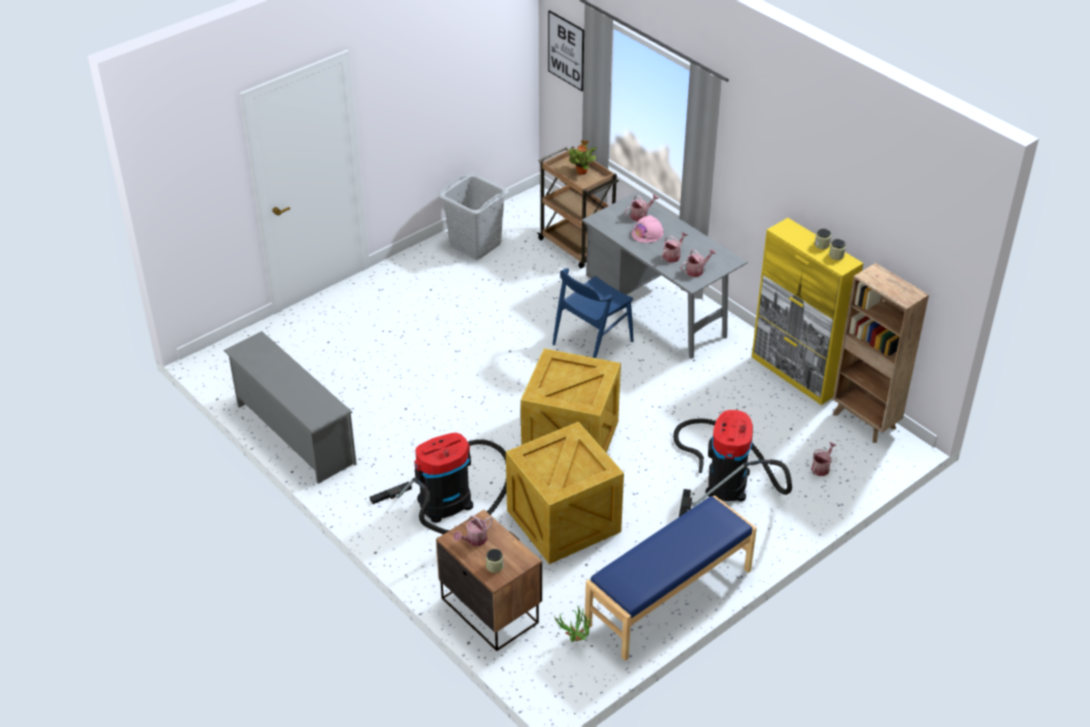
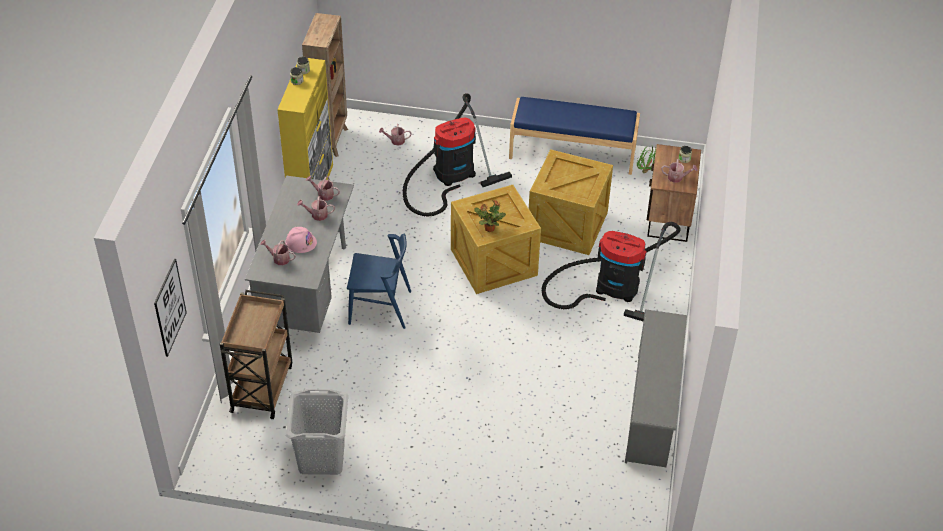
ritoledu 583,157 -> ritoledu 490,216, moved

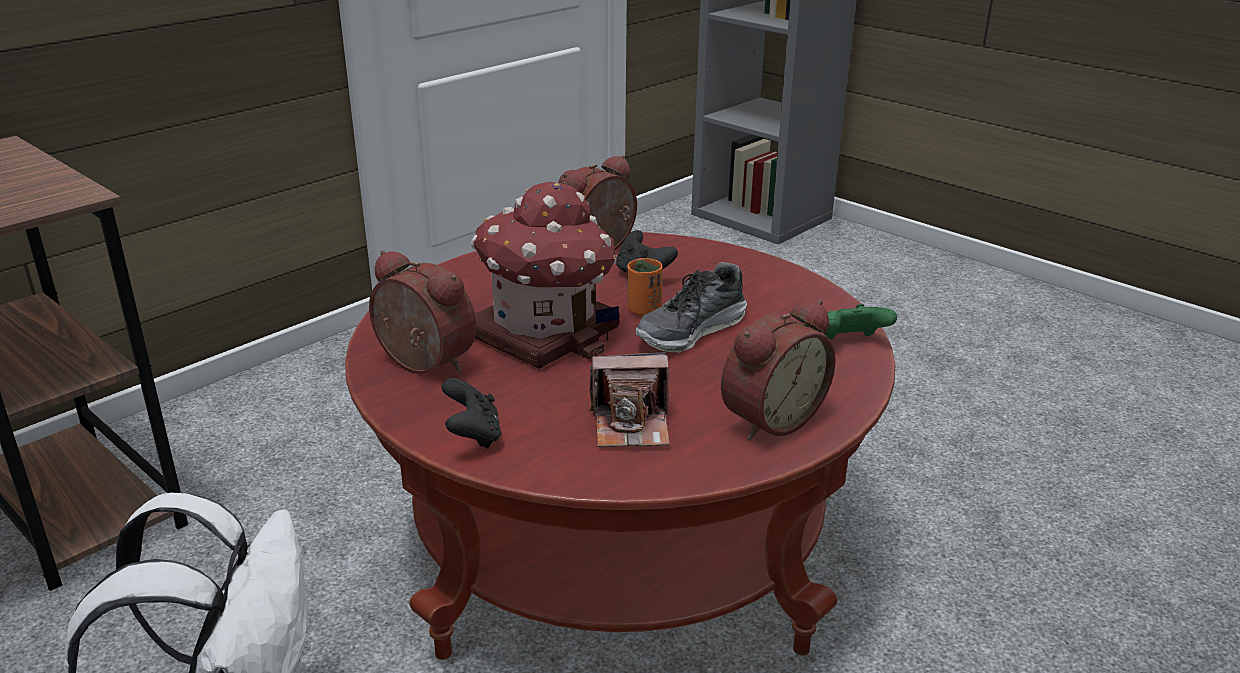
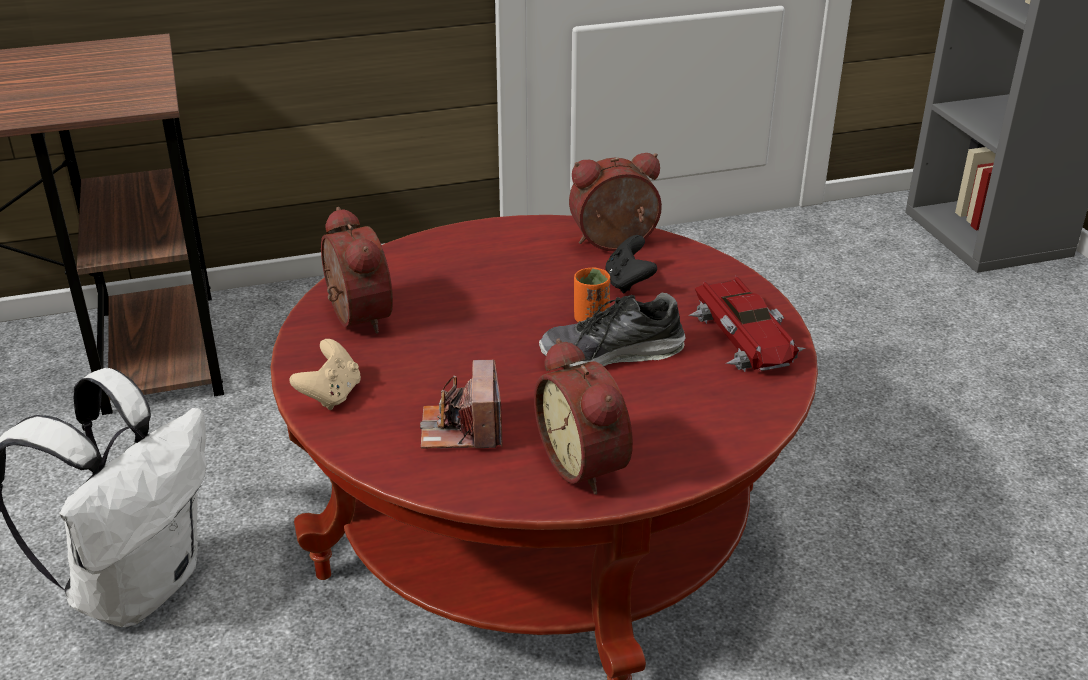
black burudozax 472,413 -> beige burudozax 325,374
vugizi 545,275 -> none
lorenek 629,399 -> lorenek 461,404, 60 degrees clockwise
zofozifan 778,370 -> zofozifan 583,417, 75 degrees clockwise
green burudozax 860,321 -> none
none -> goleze 746,324

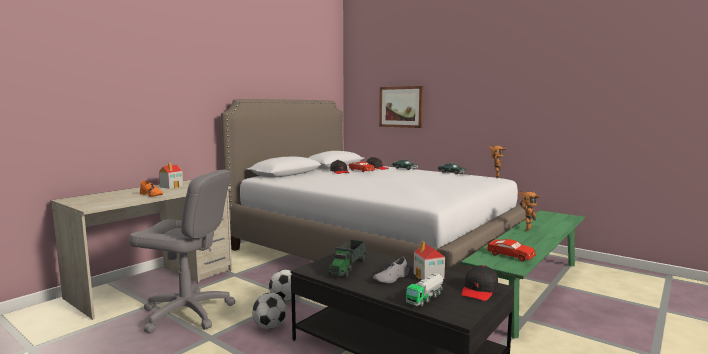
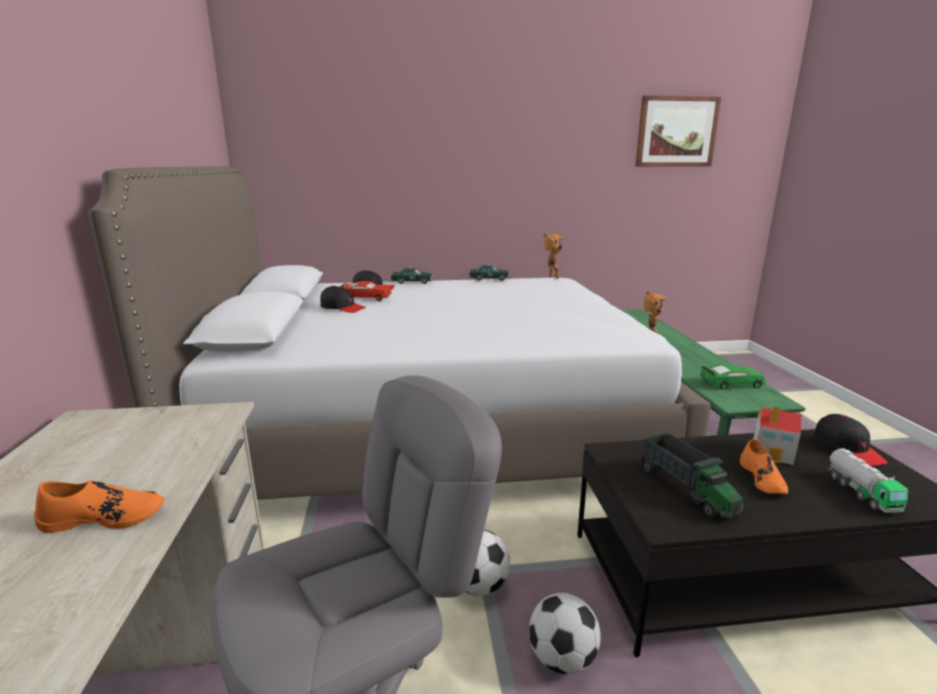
vugizi 171,176 -> none
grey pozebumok 391,270 -> orange pozebumok 764,466
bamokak 401,107 -> bamokak 678,131, moved
red goleze 511,250 -> green goleze 733,376

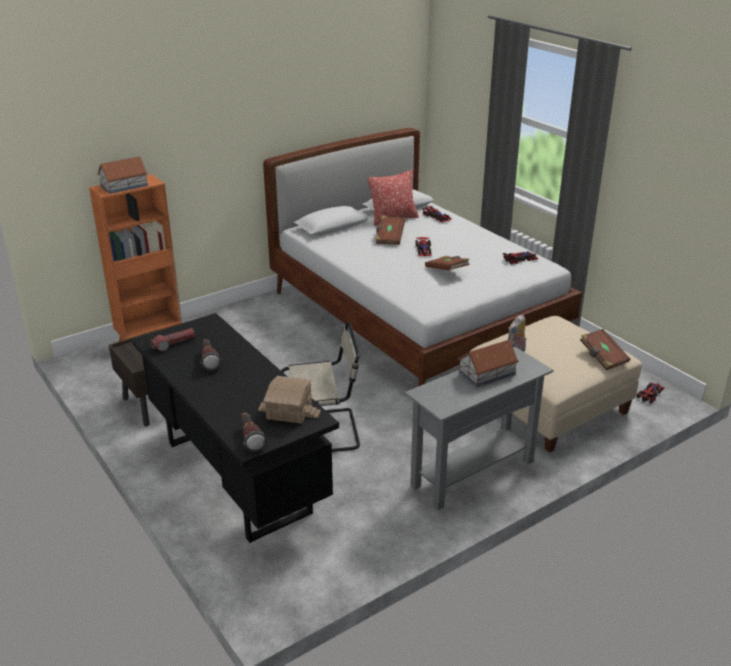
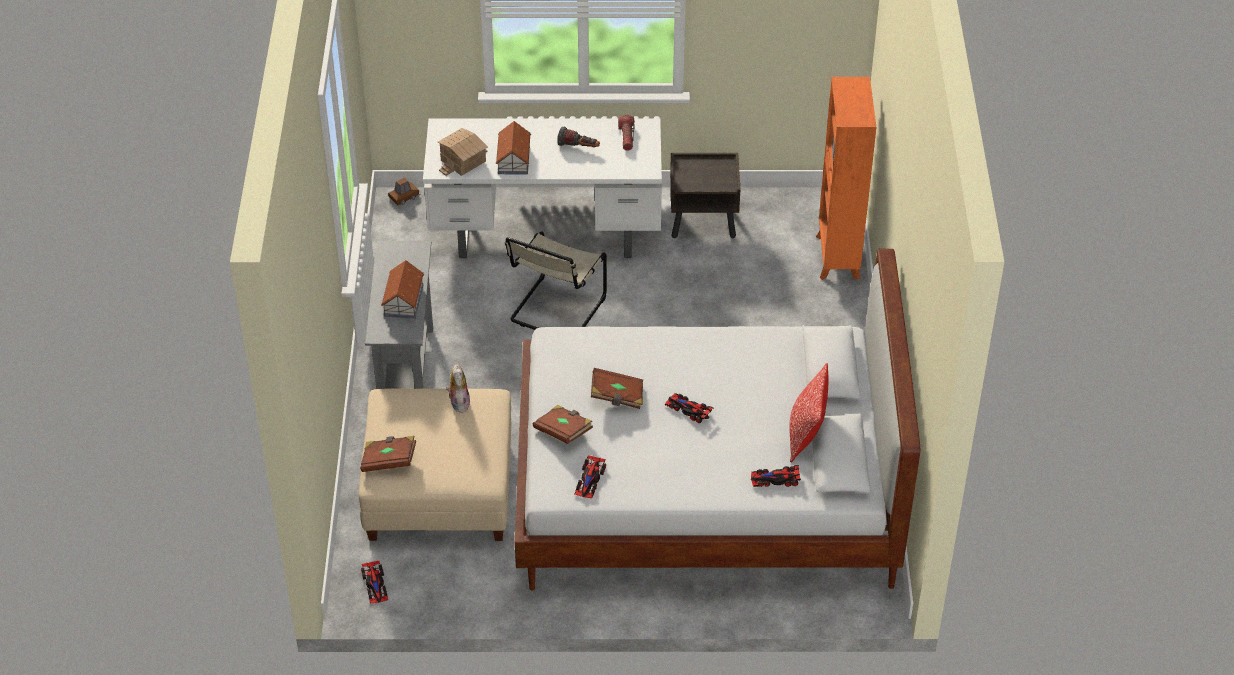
vugizi 122,175 -> vugizi 513,148, moved
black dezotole 235,428 -> white dezotole 542,188
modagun 254,432 -> none
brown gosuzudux 390,230 -> brown gosuzudux 563,424, moved
none -> brown goleze 404,191

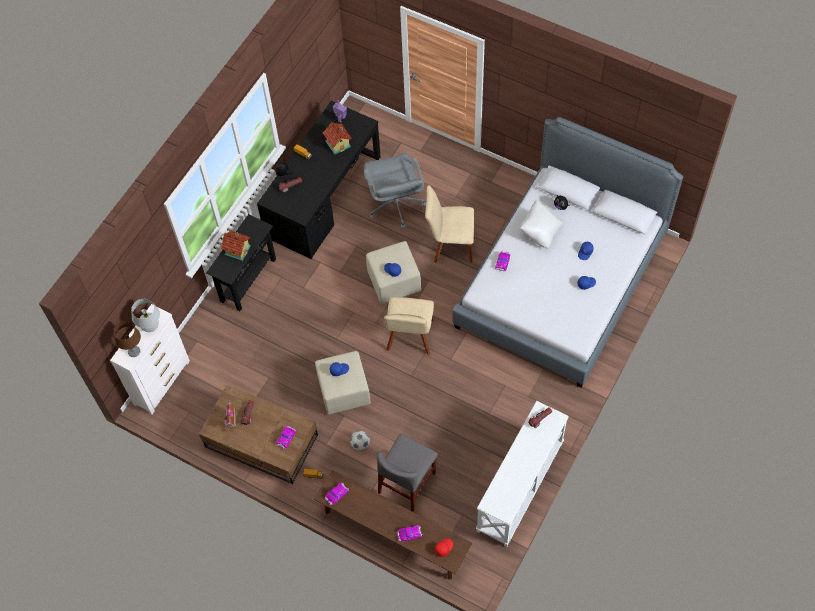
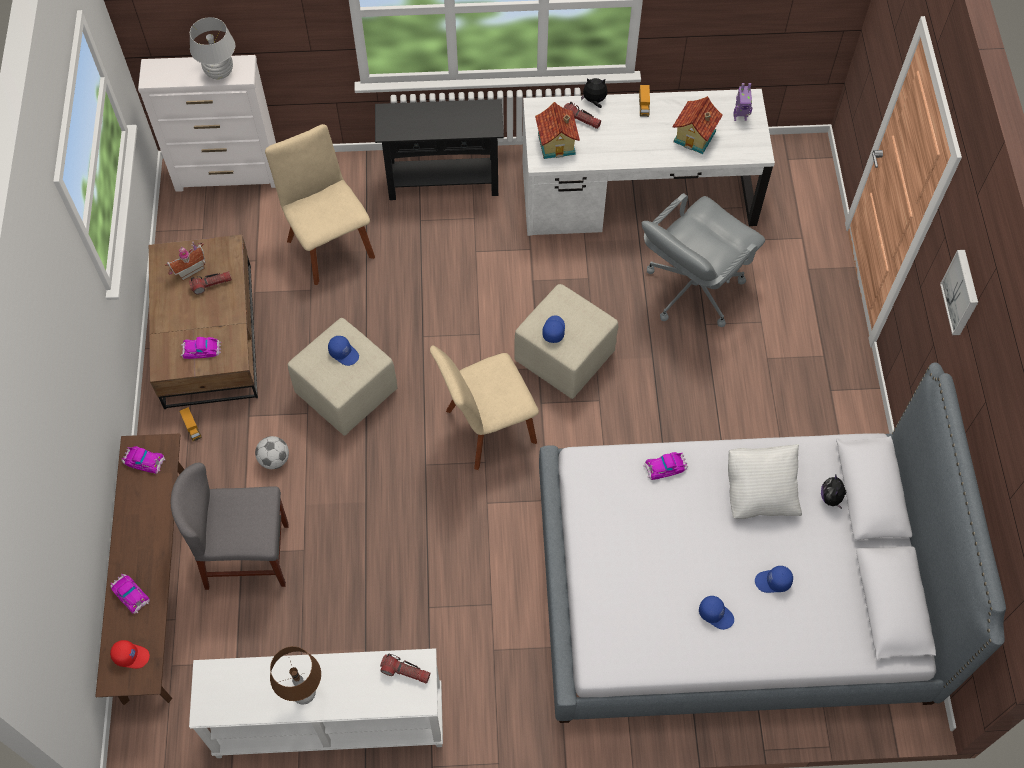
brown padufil 127,339 -> brown padufil 295,675, moved
vugizi 235,245 -> vugizi 557,130, moved
black dezotole 319,180 -> white dezotole 649,162
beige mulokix 449,224 -> beige mulokix 320,204, moved
none -> bamokak 959,292

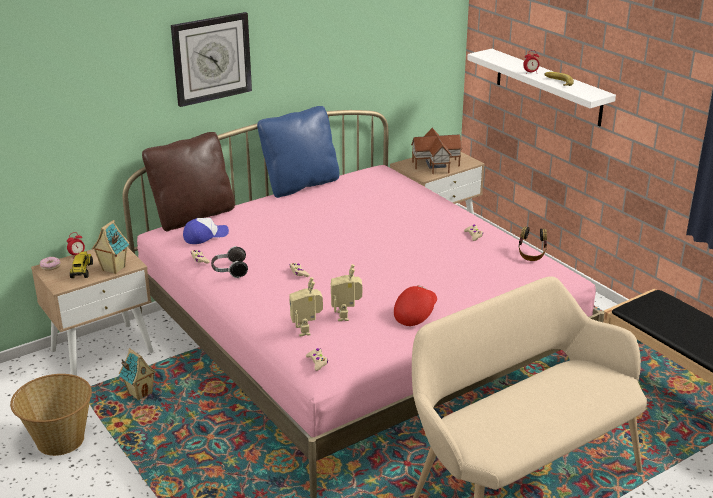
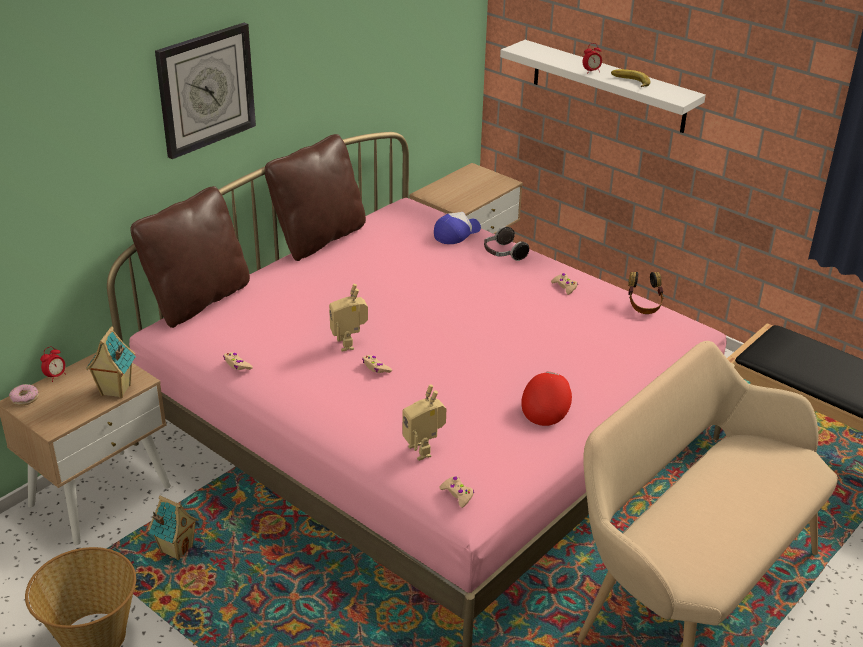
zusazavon 81,264 -> none
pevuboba 206,231 -> pevuboba 457,228, moved
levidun 229,262 -> levidun 506,243, moved
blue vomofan 298,152 -> brown vomofan 315,197
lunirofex 347,292 -> lunirofex 348,317, moved
vugizi 436,151 -> none

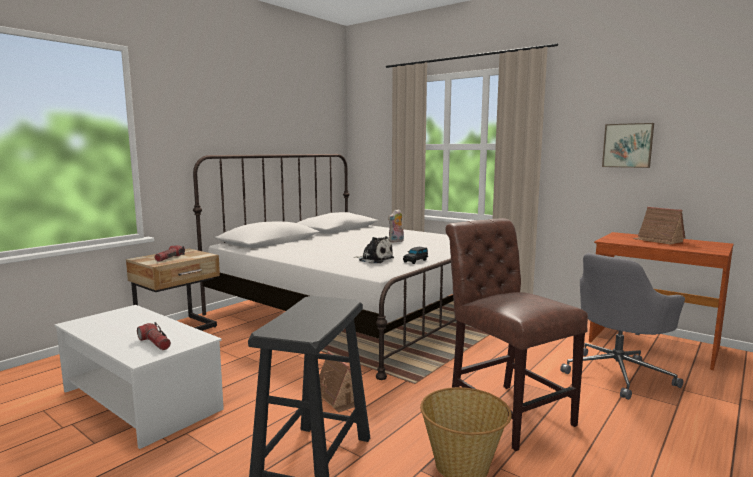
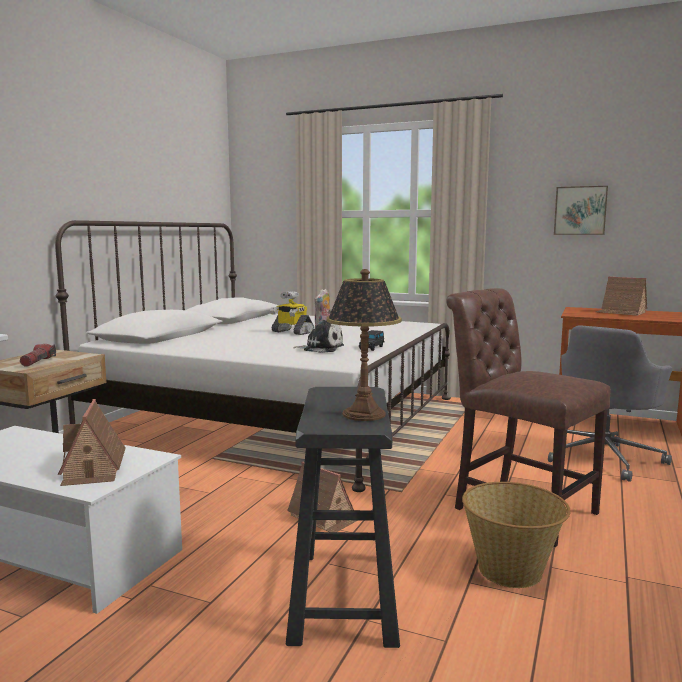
modagun 154,336 -> vugizi 92,442
none -> lunirofex 292,313
none -> padufil 364,345

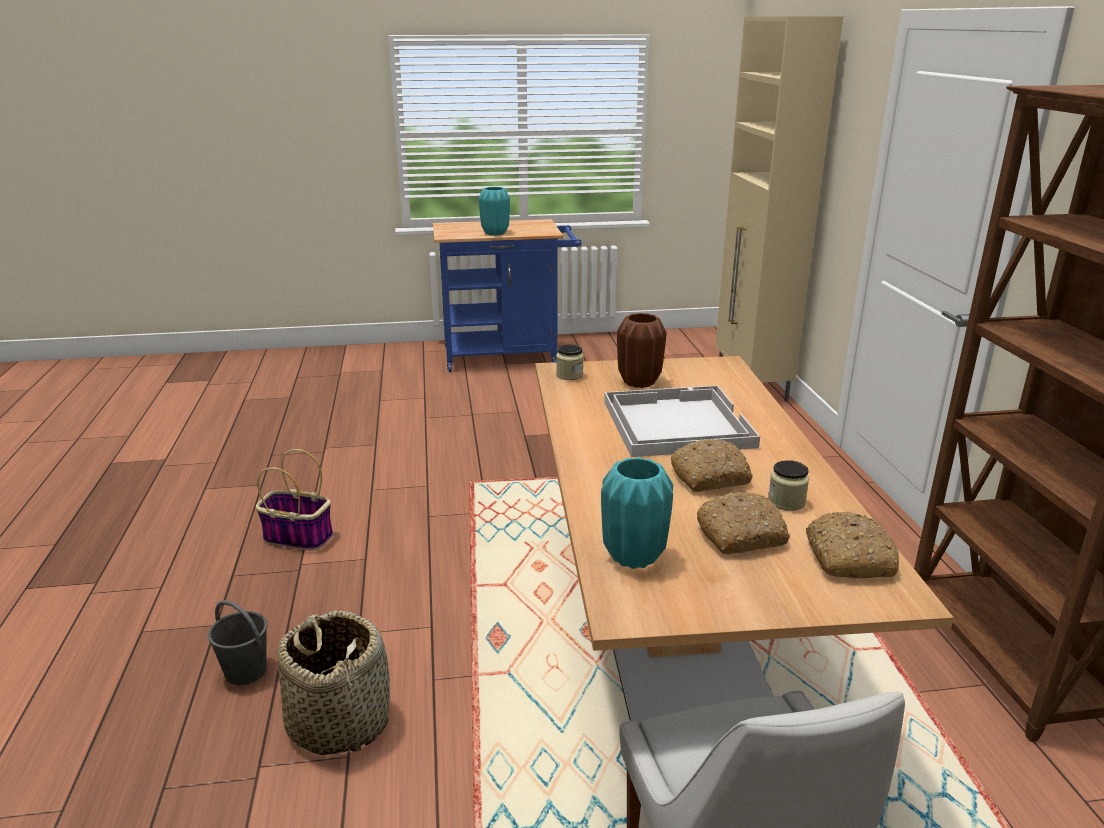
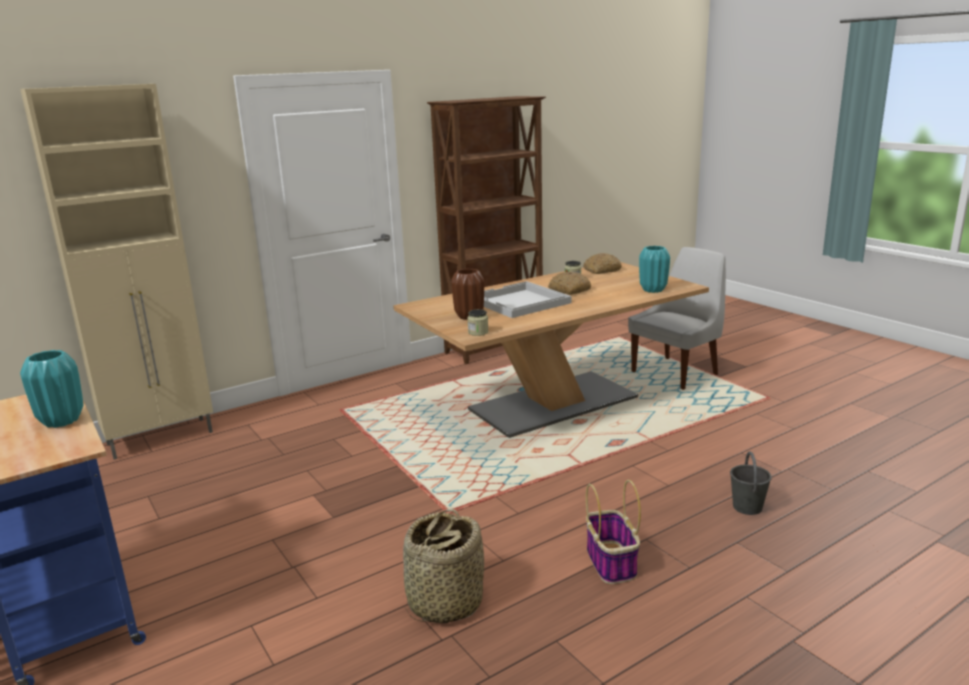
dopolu 333,682 -> dopolu 443,566, moved
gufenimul 743,523 -> none

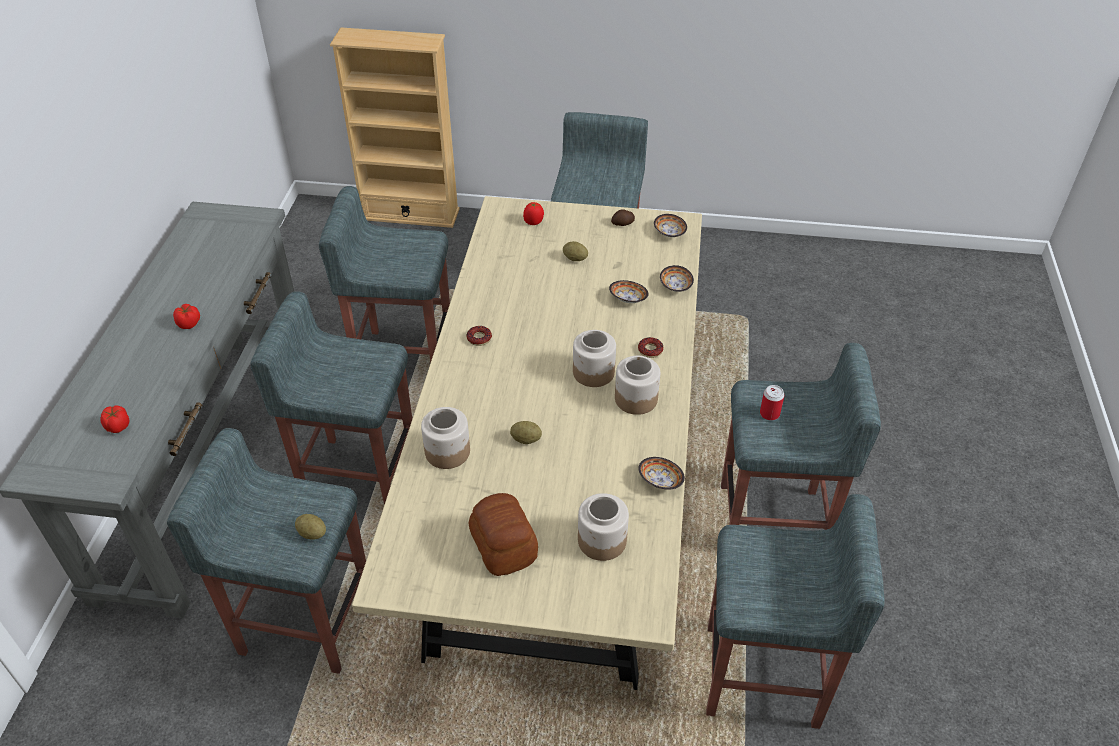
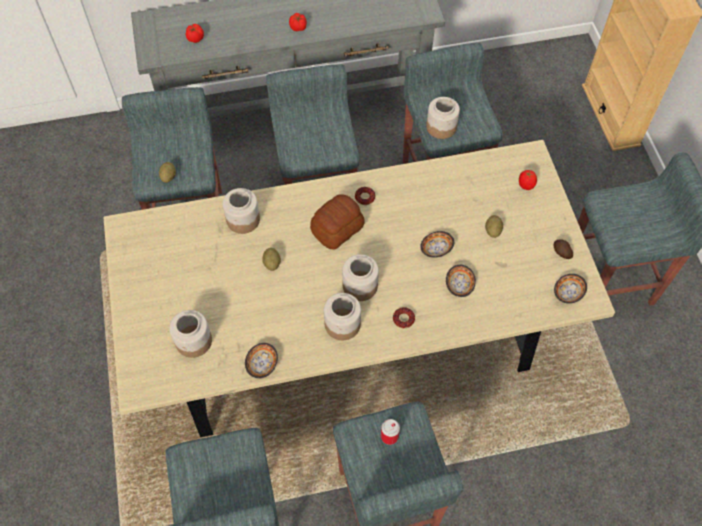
gufenimul 503,534 -> gufenimul 337,221, moved
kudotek 677,278 -> kudotek 437,244, moved
none -> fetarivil 443,118

